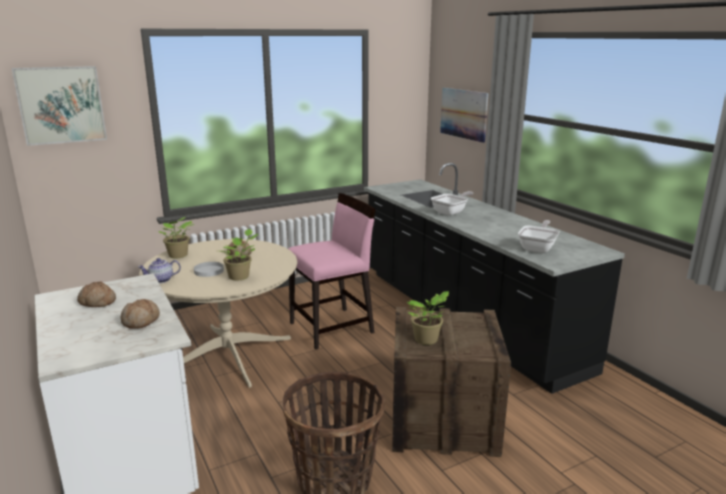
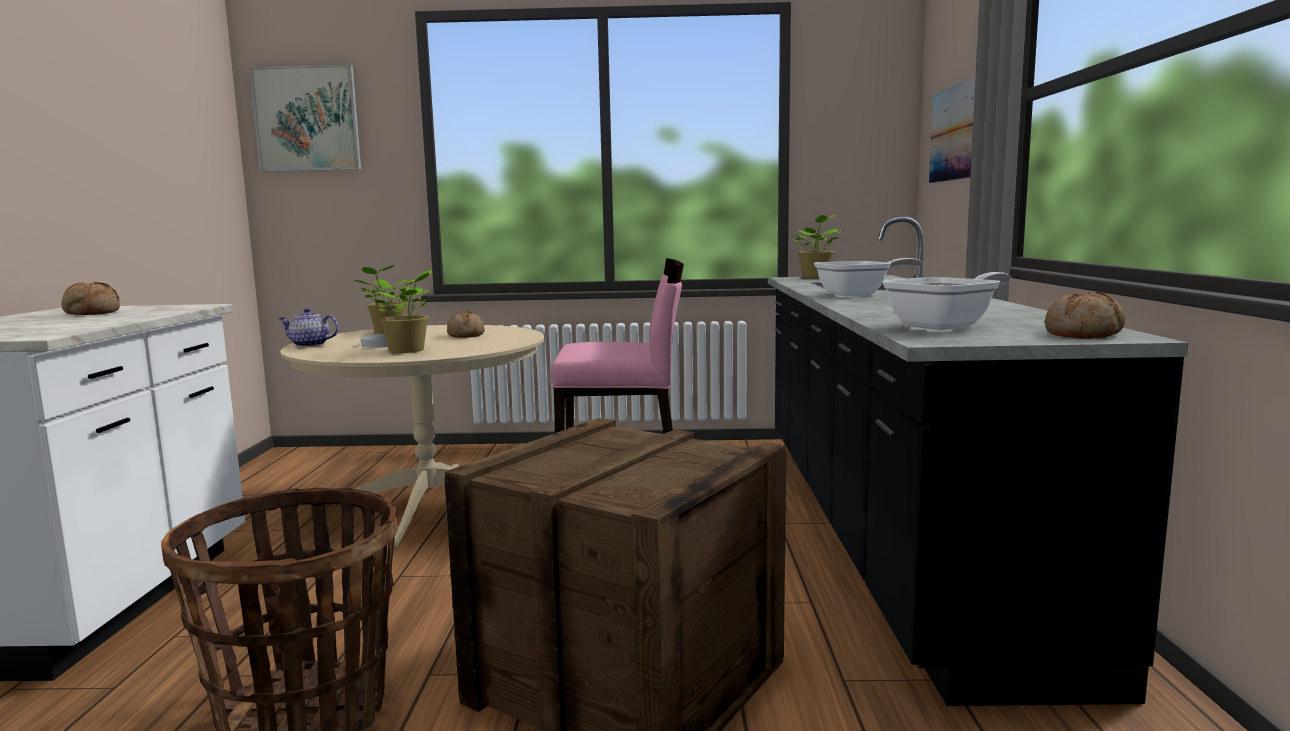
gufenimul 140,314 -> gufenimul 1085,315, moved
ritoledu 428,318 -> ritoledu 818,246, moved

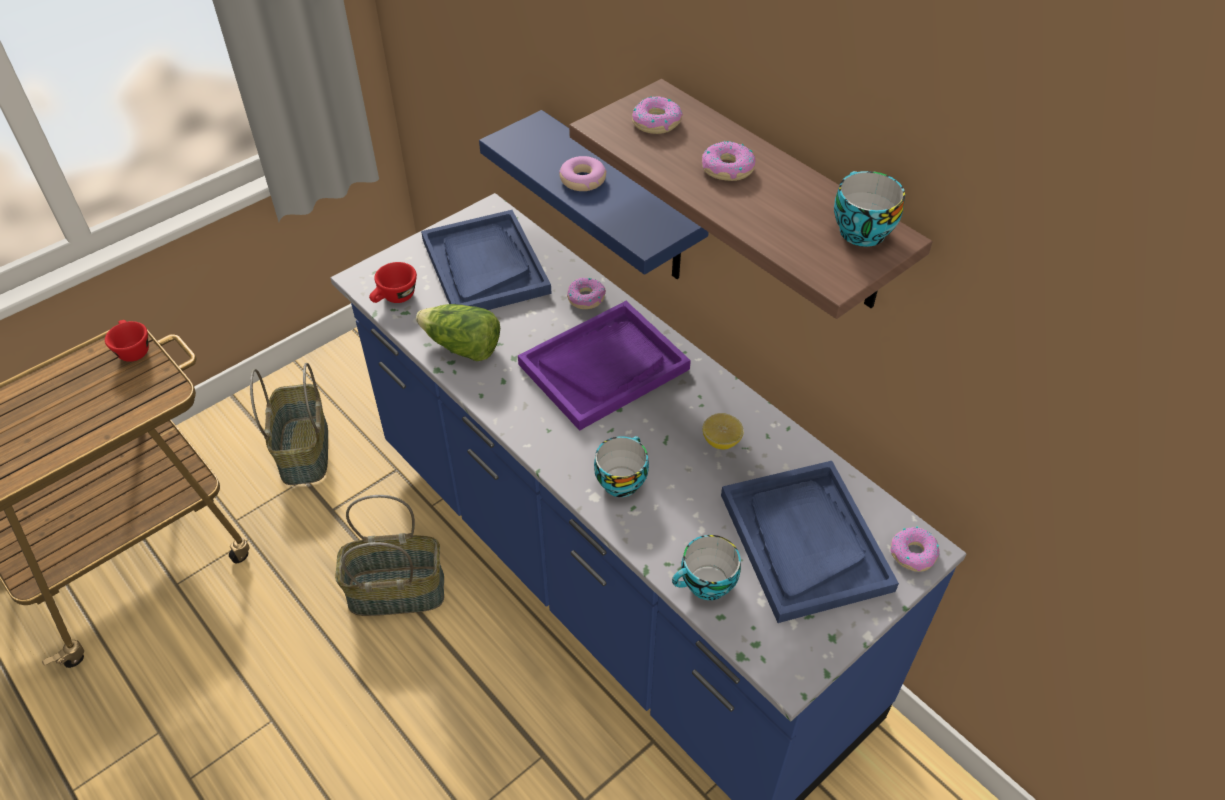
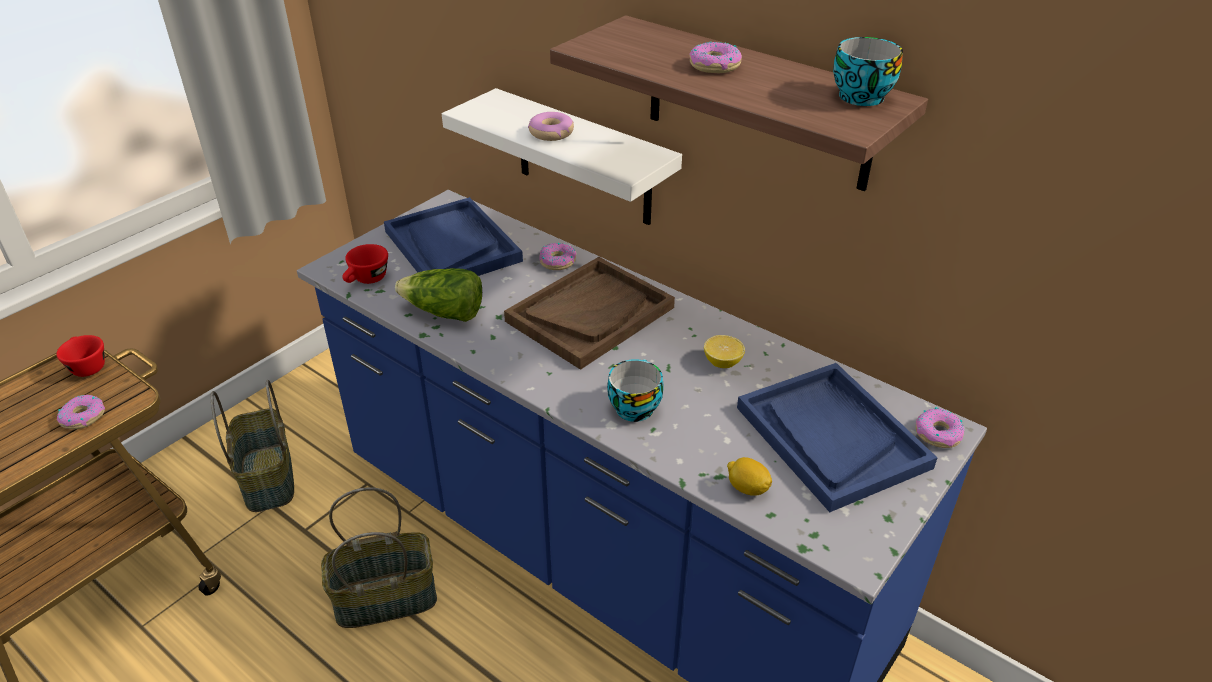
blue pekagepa 594,194 -> white pekagepa 562,156
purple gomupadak 604,366 -> brown gomupadak 589,313
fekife 657,115 -> fekife 81,412, moved
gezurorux 706,567 -> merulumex 749,476

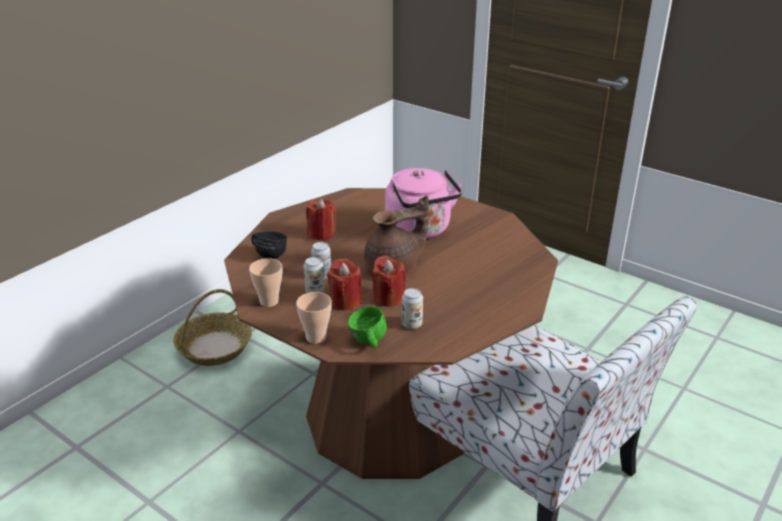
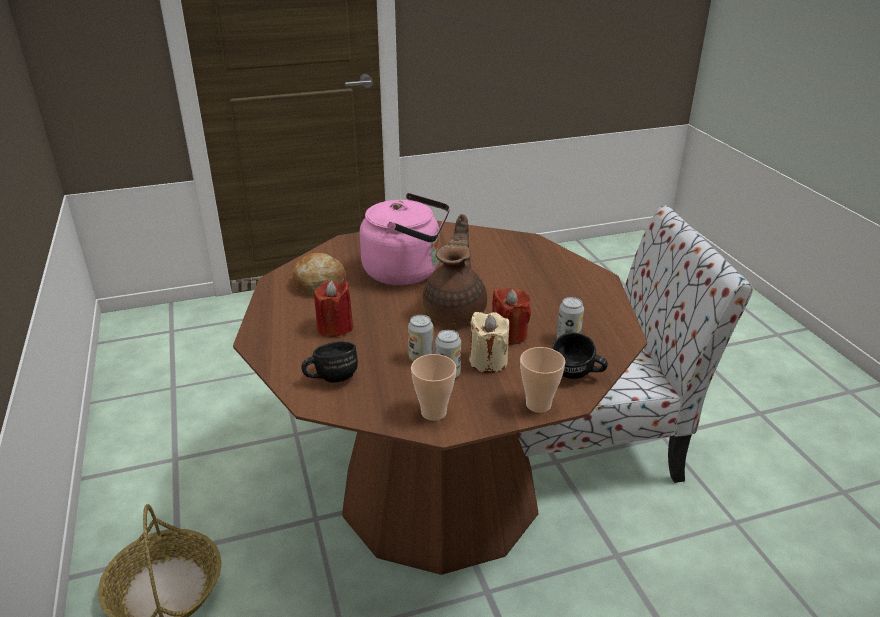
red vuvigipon 344,284 -> beige vuvigipon 489,342
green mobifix 367,327 -> black mobifix 580,356
none -> gufenimul 319,274

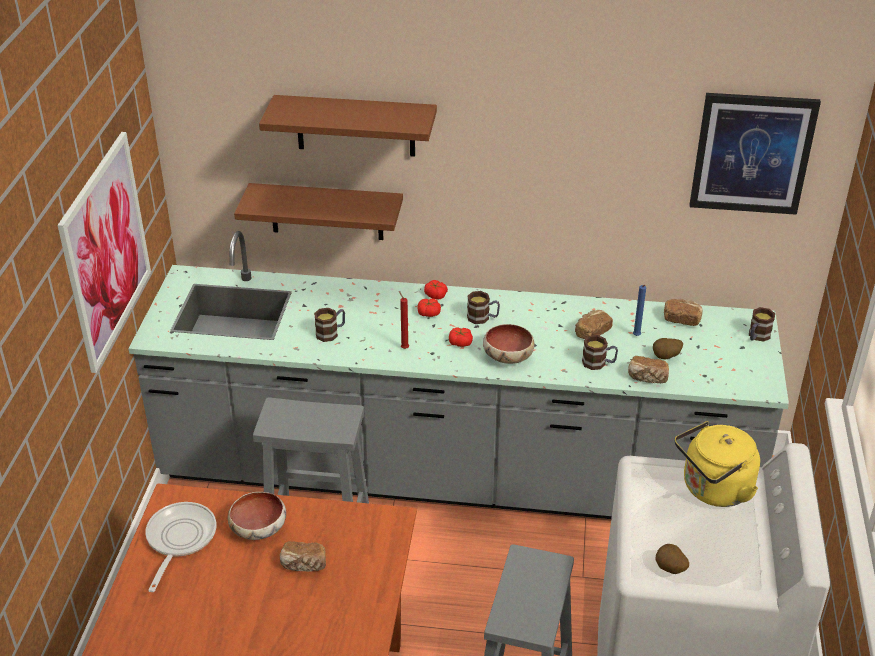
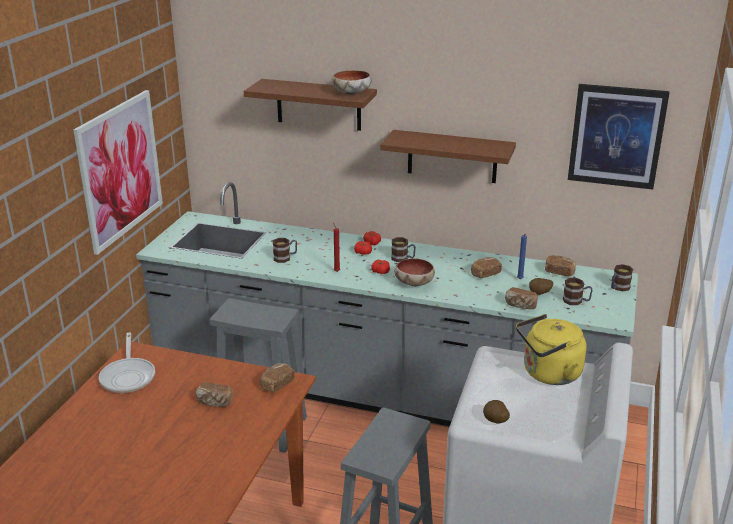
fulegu 180,547 -> fulegu 127,363, 150 degrees clockwise
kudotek 257,516 -> kudotek 352,82, moved
brown pekagepa 318,211 -> brown pekagepa 448,156, moved
mobifix 600,352 -> mobifix 578,291, moved
none -> gufenimul 277,377

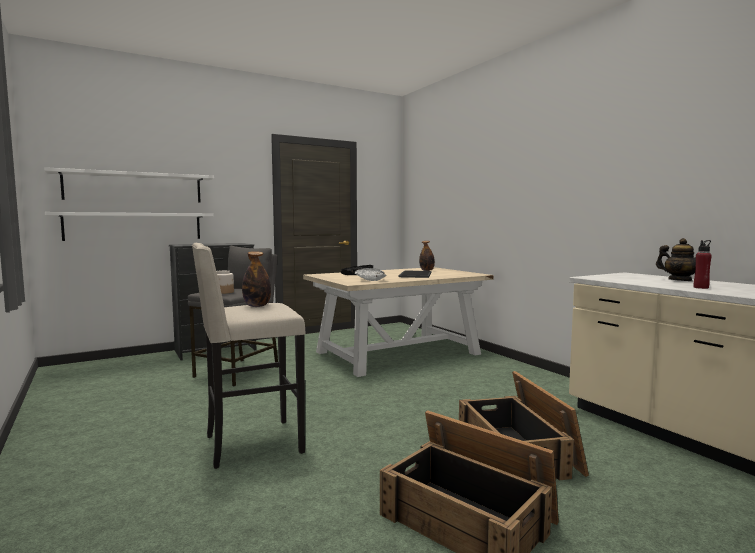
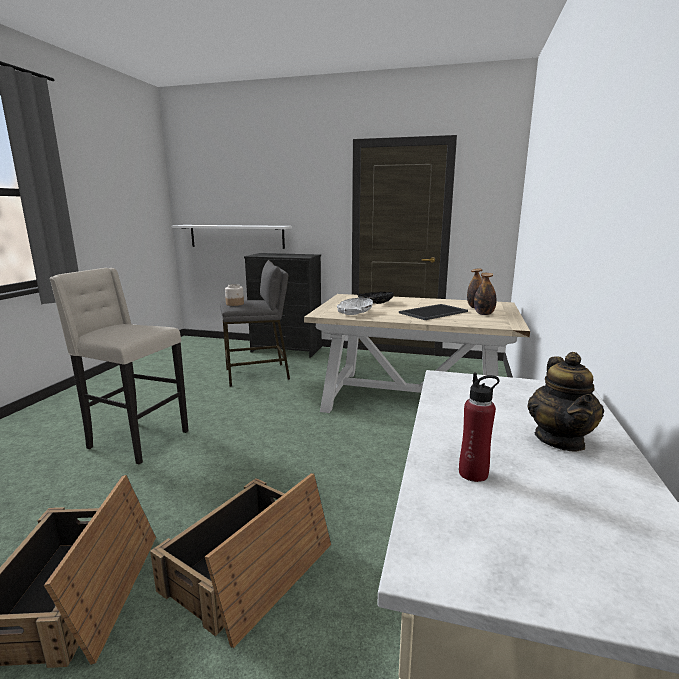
white pekagepa 129,185 -> none
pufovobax 256,279 -> pufovobax 485,294, moved

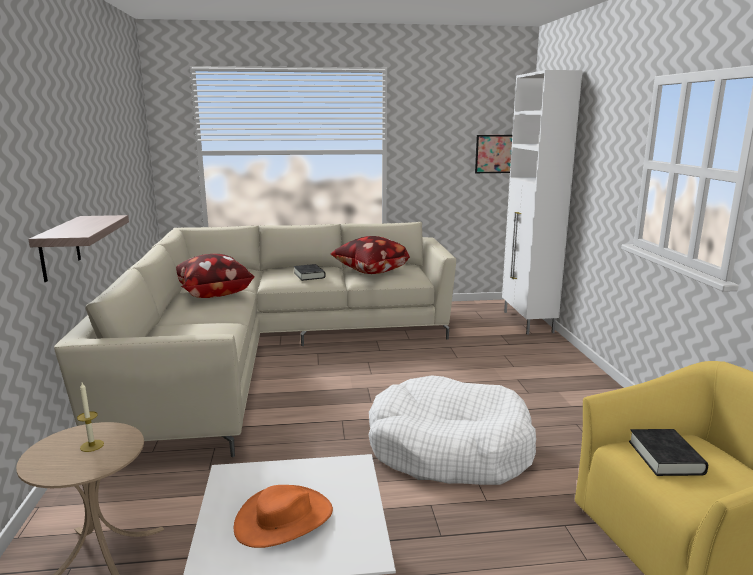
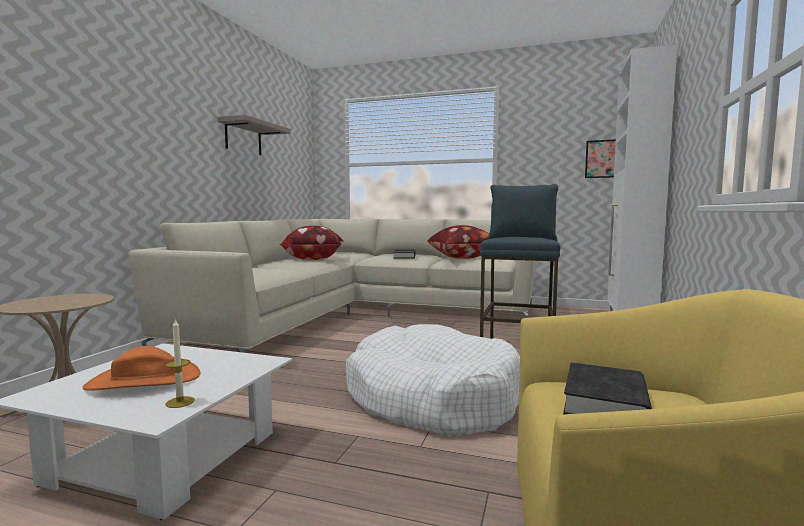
pekagepa 78,248 -> pekagepa 254,135, moved
vuvigipon 90,417 -> vuvigipon 180,363, moved
none -> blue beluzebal 520,261

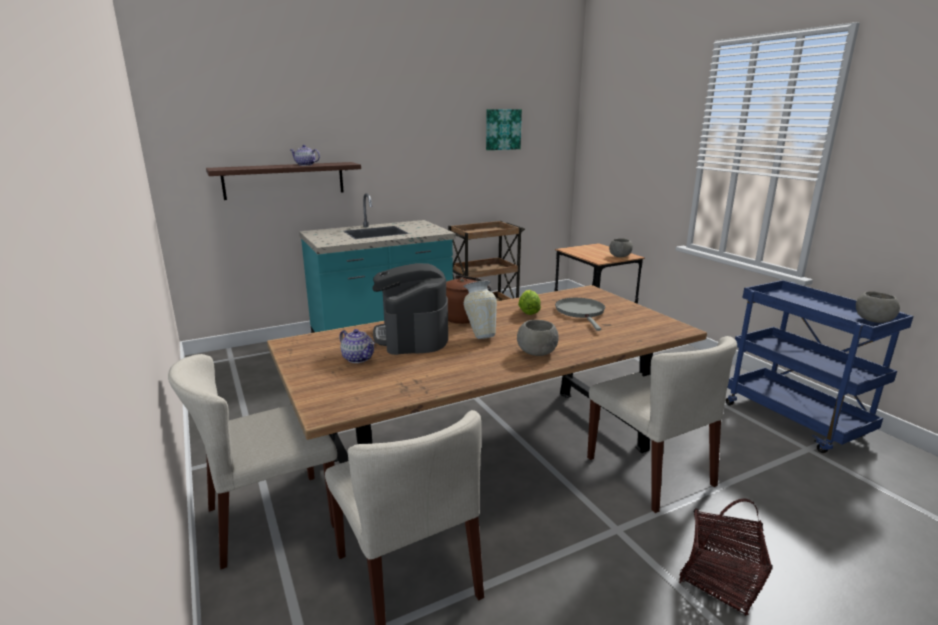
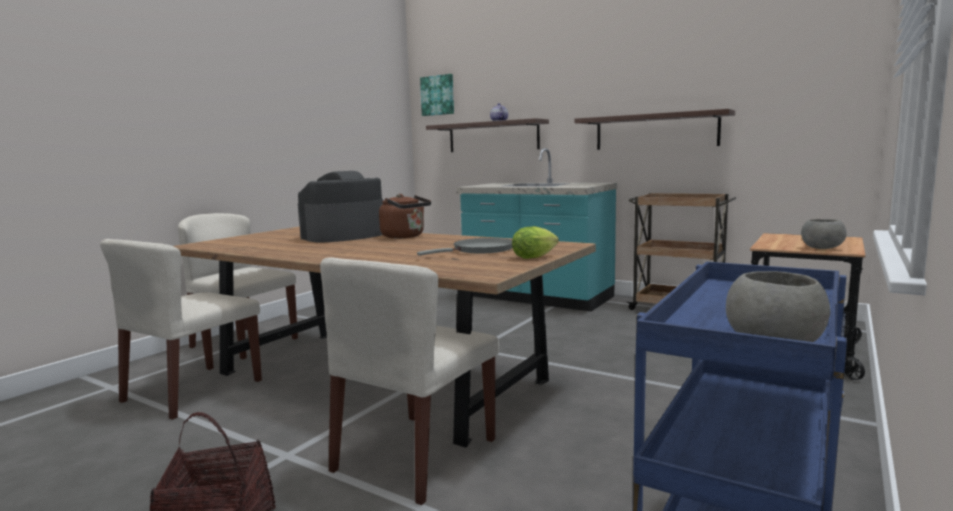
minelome 357,346 -> none
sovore 480,310 -> none
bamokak 504,129 -> bamokak 437,95, moved
grey kudotek 538,338 -> none
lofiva 529,302 -> lofiva 535,242, moved
none -> pekagepa 655,129

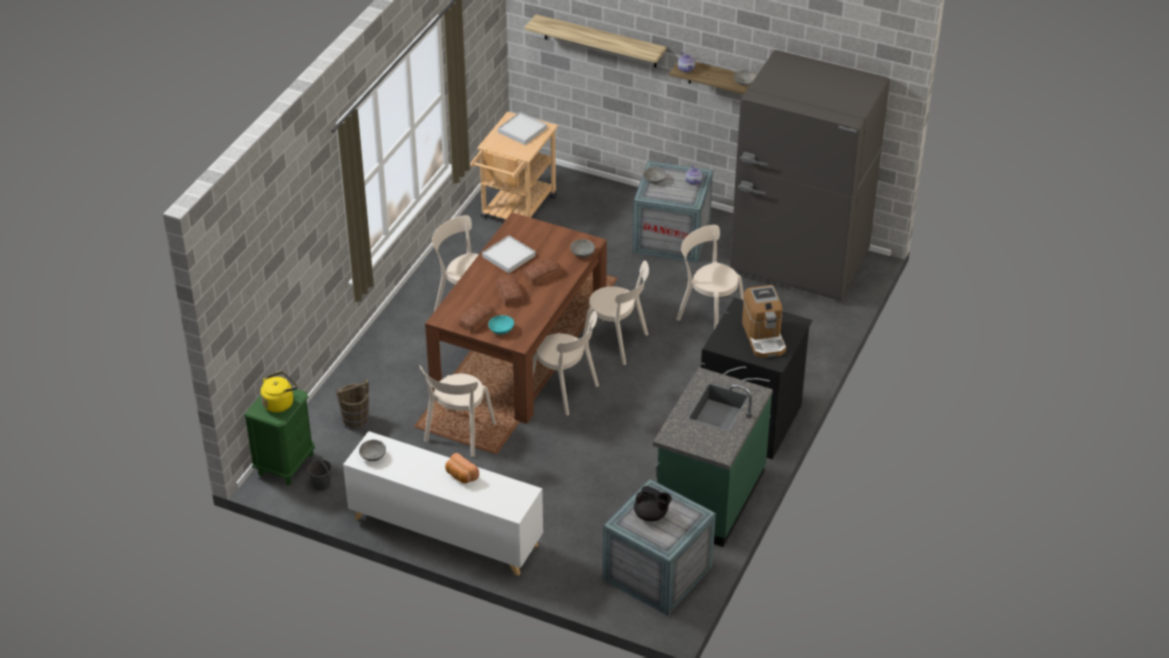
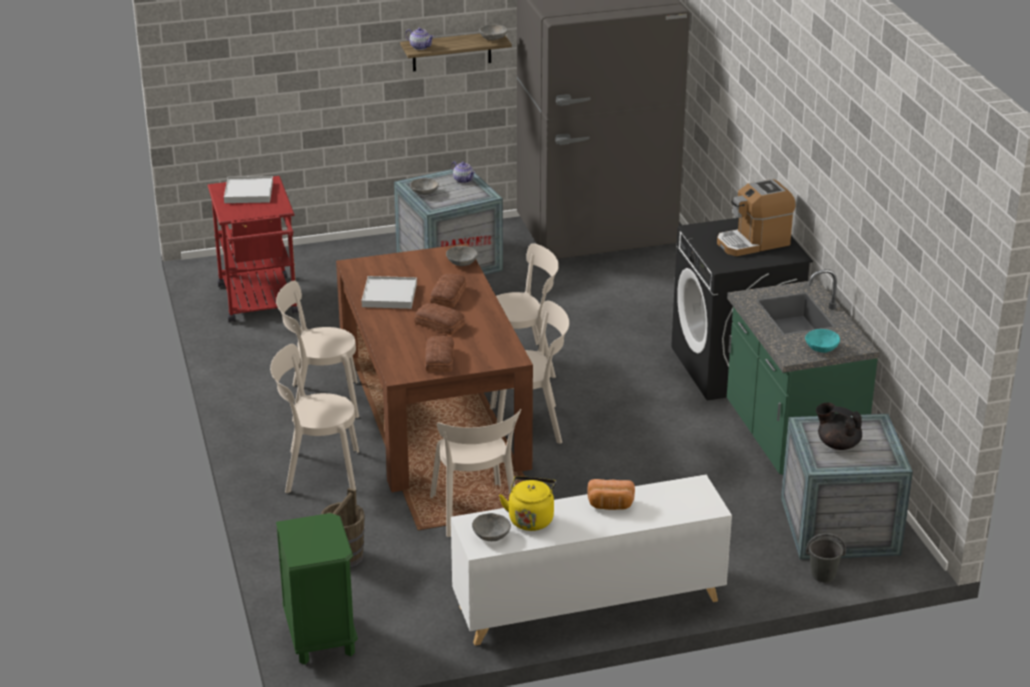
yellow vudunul 279,391 -> yellow vudunul 527,503, moved
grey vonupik 319,473 -> grey vonupik 826,557, moved
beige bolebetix 514,165 -> red bolebetix 253,249
turquoise kudotek 501,325 -> turquoise kudotek 822,341, moved
pekagepa 595,40 -> none
black minelome 653,503 -> black minelome 839,426, 135 degrees counterclockwise
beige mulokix 710,277 -> beige mulokix 314,418, moved
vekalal 764,321 -> vekalal 756,217, 120 degrees clockwise

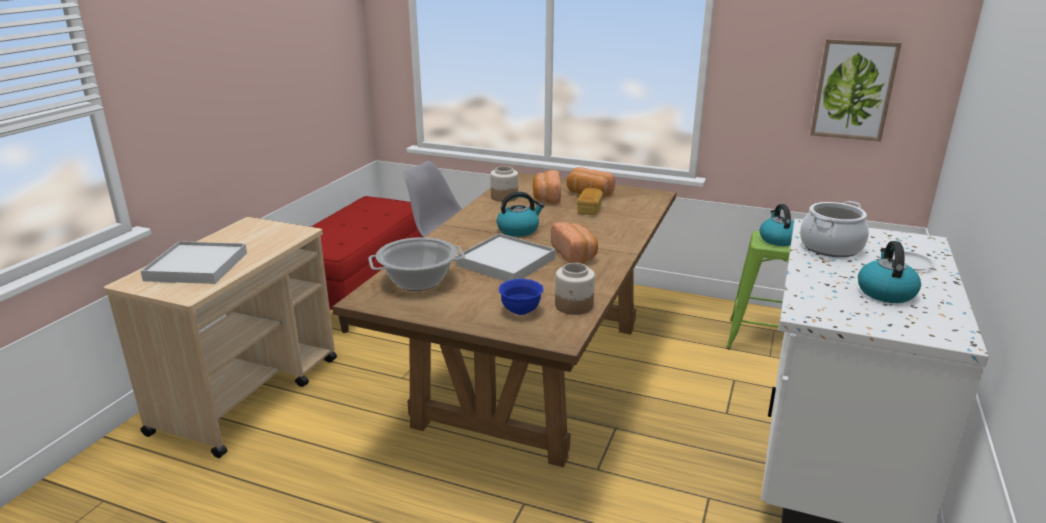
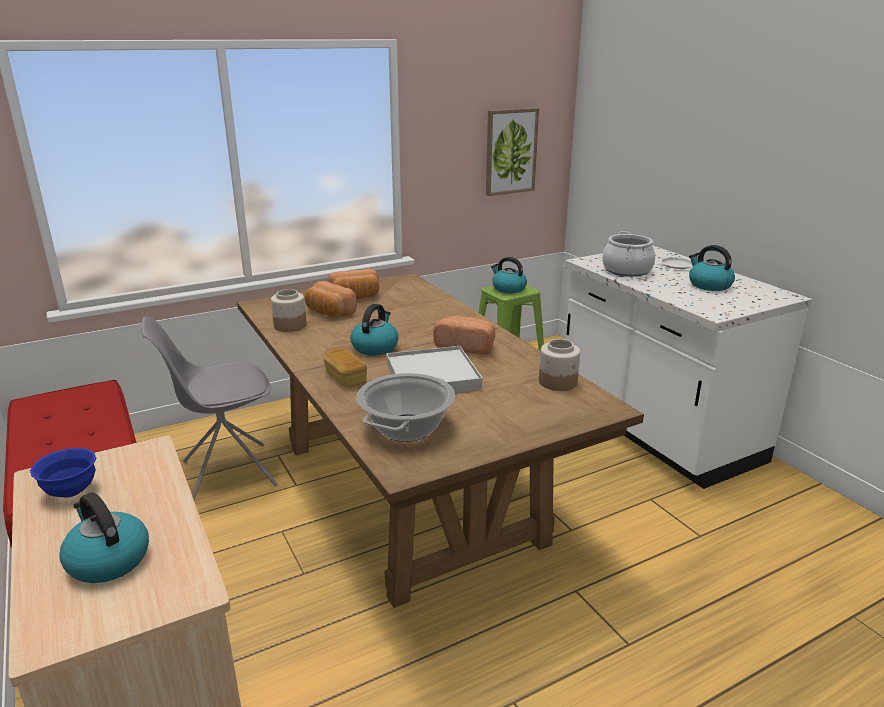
white gomupadak 194,262 -> vudunul 104,537
blue kudotek 521,297 -> blue kudotek 63,473, moved
gufenimul 590,201 -> gufenimul 345,368, moved

